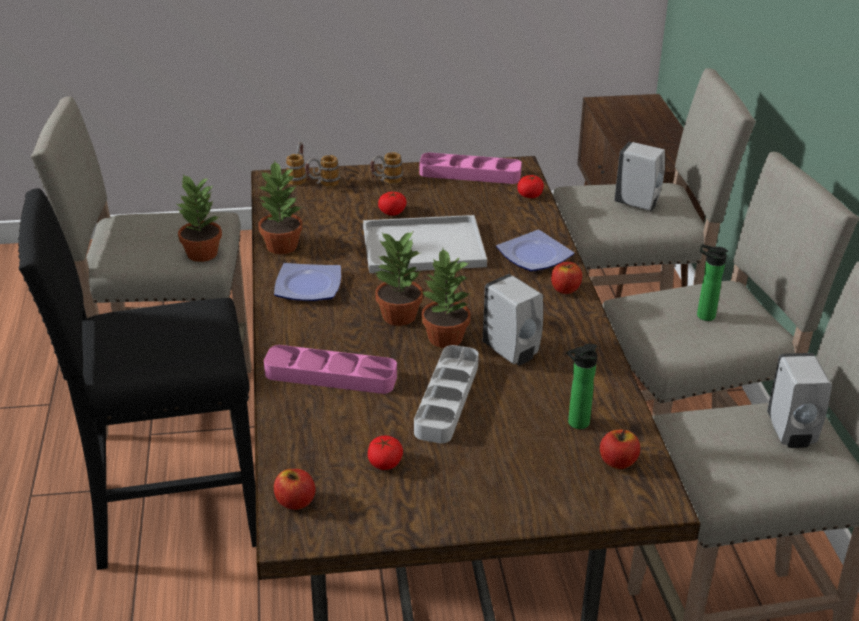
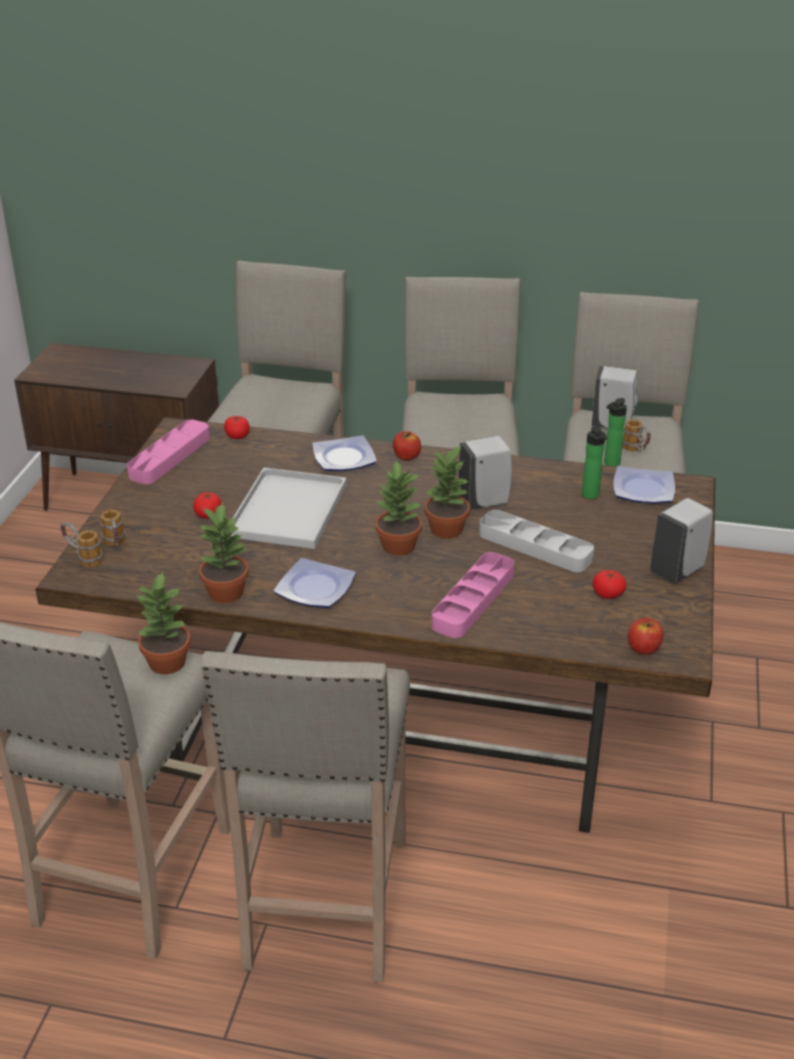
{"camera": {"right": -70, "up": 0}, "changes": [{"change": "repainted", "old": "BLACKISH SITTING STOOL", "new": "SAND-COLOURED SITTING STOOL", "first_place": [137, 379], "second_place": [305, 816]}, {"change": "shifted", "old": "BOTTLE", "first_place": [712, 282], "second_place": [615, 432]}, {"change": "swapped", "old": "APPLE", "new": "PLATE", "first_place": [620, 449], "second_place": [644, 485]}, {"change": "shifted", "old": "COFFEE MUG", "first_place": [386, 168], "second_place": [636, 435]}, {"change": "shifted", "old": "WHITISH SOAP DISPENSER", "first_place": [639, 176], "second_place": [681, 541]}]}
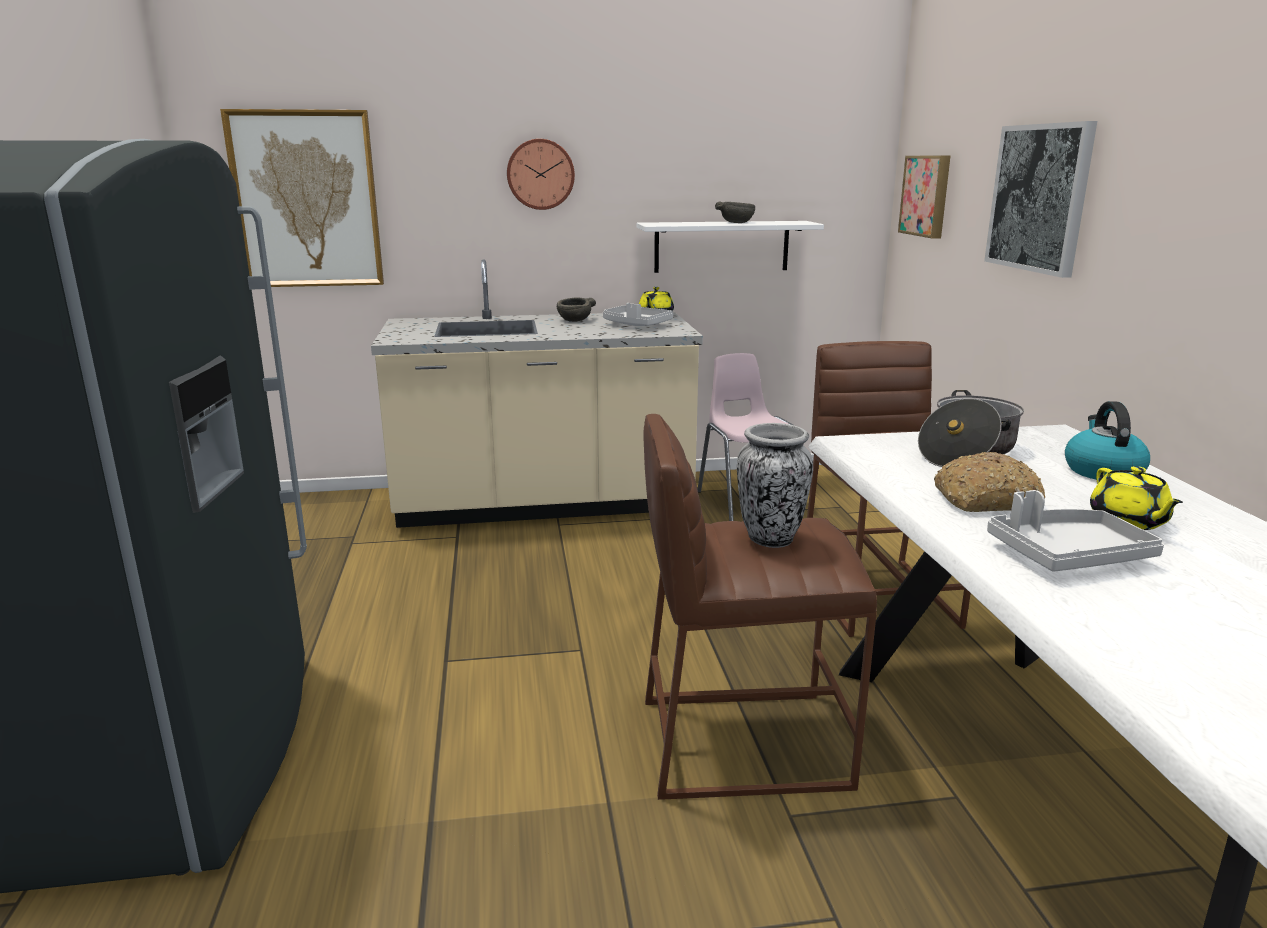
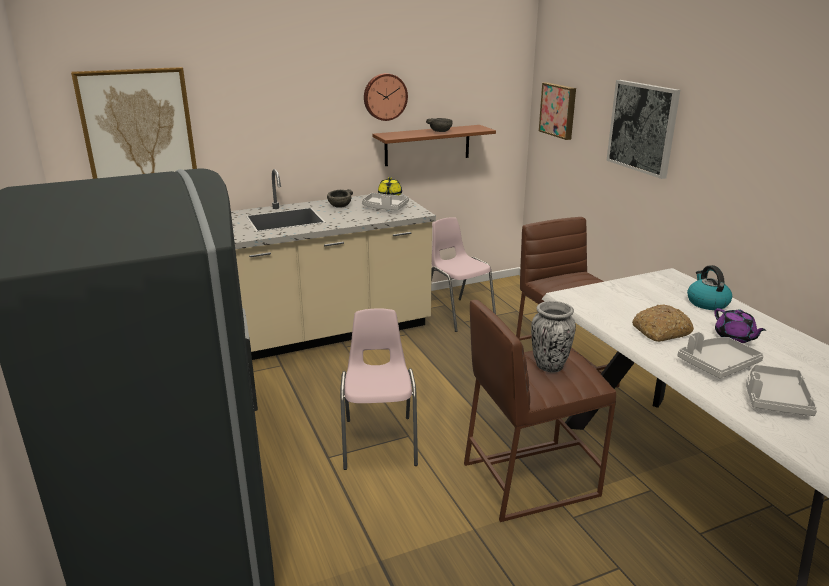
{"camera": {"right": -15, "up": 5}, "changes": [{"change": "new", "new": "PINK PLAIN CHAIR", "second_place": [379, 389]}, {"change": "shifted", "old": "CLOCK ON THE WALL", "first_place": [541, 174], "second_place": [386, 97]}, {"change": "repainted", "old": "WHITISH WALL SHELF", "new": "BROWNISH WALL SHELF", "first_place": [730, 247], "second_place": [434, 145]}, {"change": "repainted", "old": "YELLOW-COLOURED TEAPOT", "new": "PURPLE TEAPOT", "first_place": [1136, 498], "second_place": [740, 325]}, {"change": "new", "new": "GREYISH CARRYING TRAY", "second_place": [781, 390]}, {"change": "gone", "old": "STOCKPOT", "first_place": [971, 428]}]}
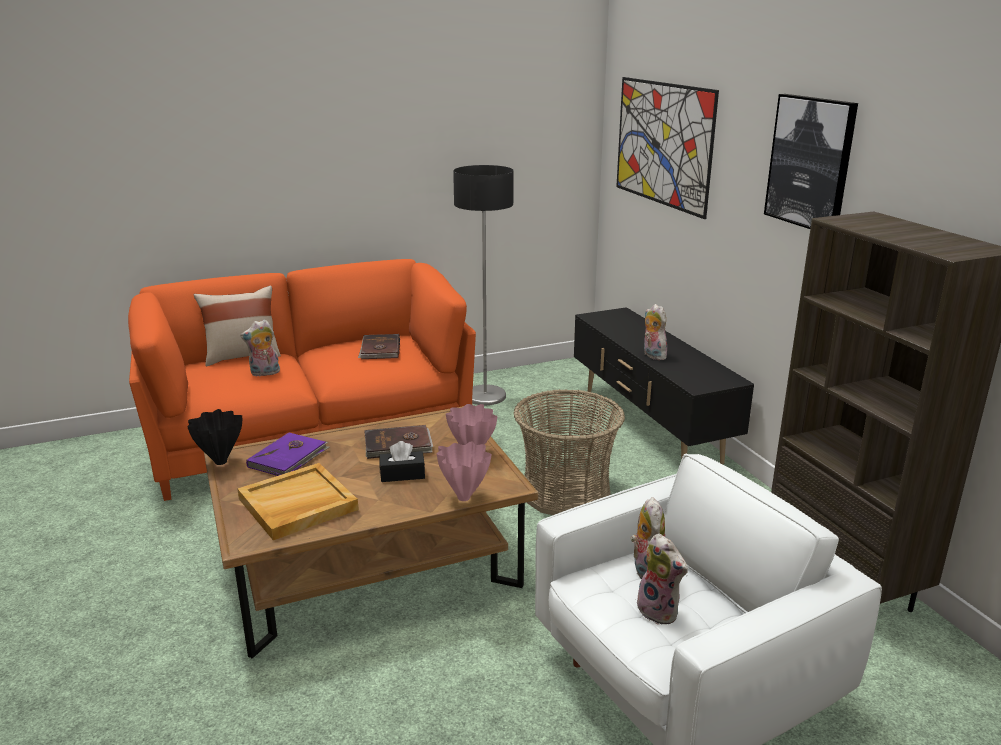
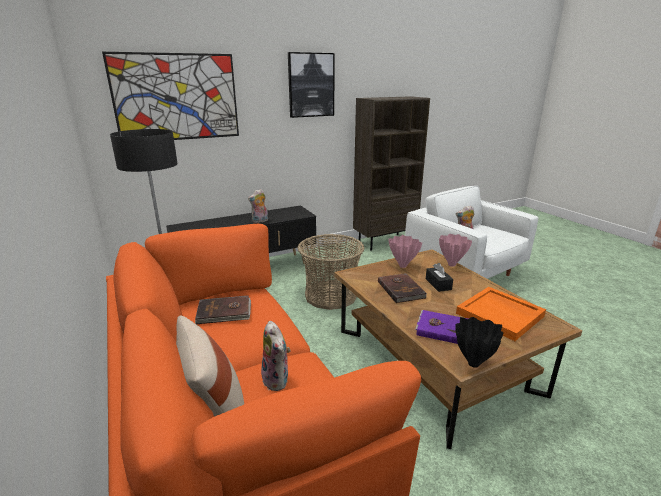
{"camera": {"right": -95, "up": 0}, "changes": [{"change": "repainted", "old": "SAND-COLOURED CARRYING TRAY", "new": "ORANGE-COLOURED CARRYING TRAY", "first_place": [298, 501], "second_place": [501, 314]}, {"change": "gone", "old": "PLUSH TOY", "first_place": [662, 579]}]}
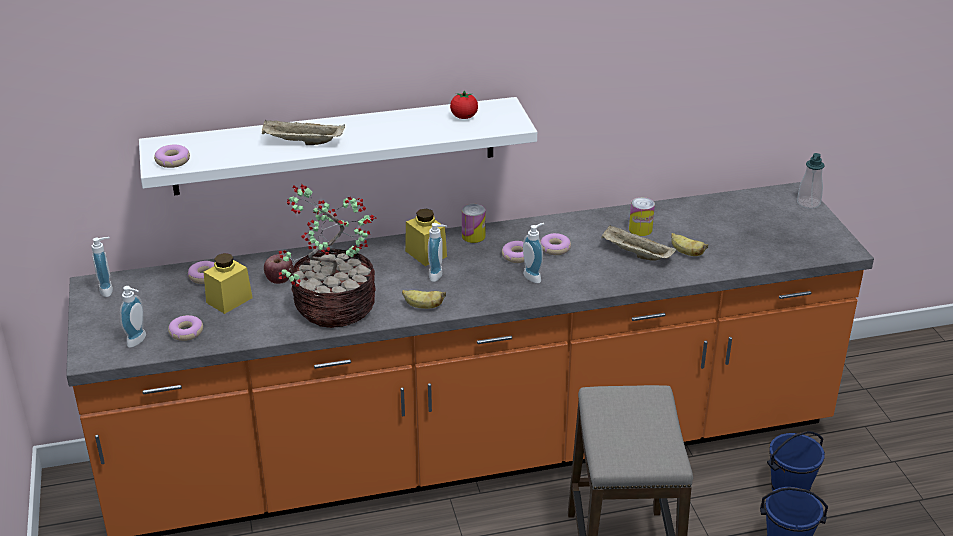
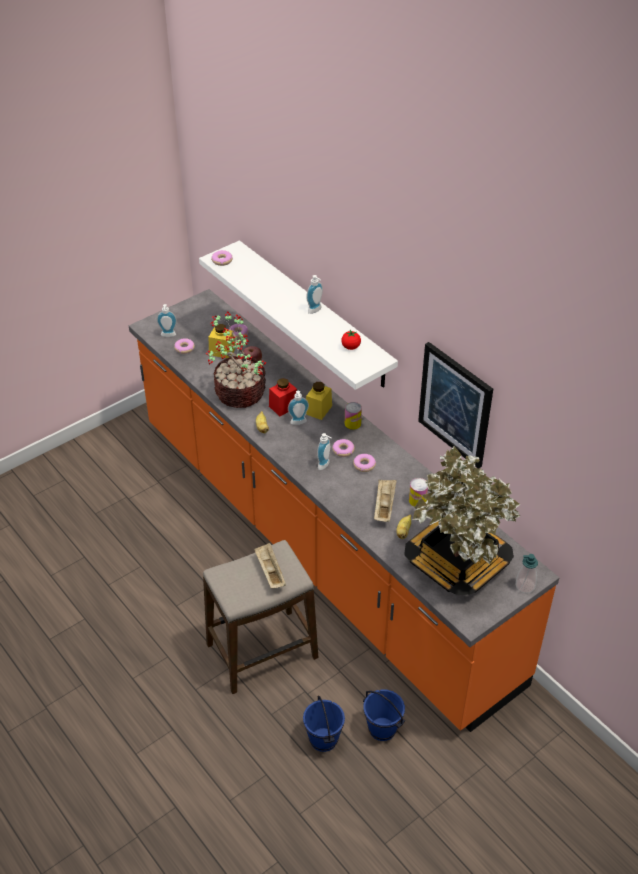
{"camera": {"right": 65, "up": 10}, "changes": [{"change": "shifted", "old": "SAND-COLOURED CARRYING TRAY", "first_place": [303, 132], "second_place": [270, 565]}, {"change": "new", "new": "RED STORAGE JAR", "second_place": [283, 397]}, {"change": "shifted", "old": "SOAP DISPENSER", "first_place": [102, 267], "second_place": [314, 294]}, {"change": "new", "new": "HOUSEPLANT", "second_place": [462, 520]}, {"change": "new", "new": "WALL ART", "second_place": [455, 405]}]}
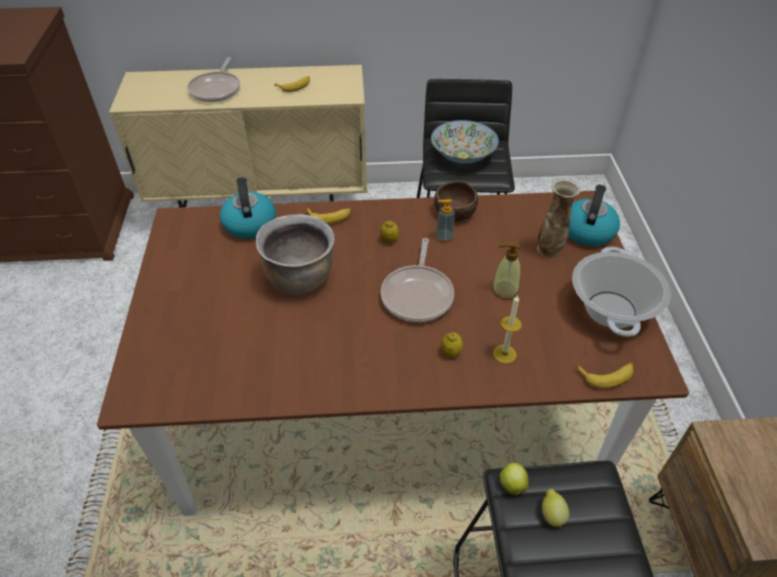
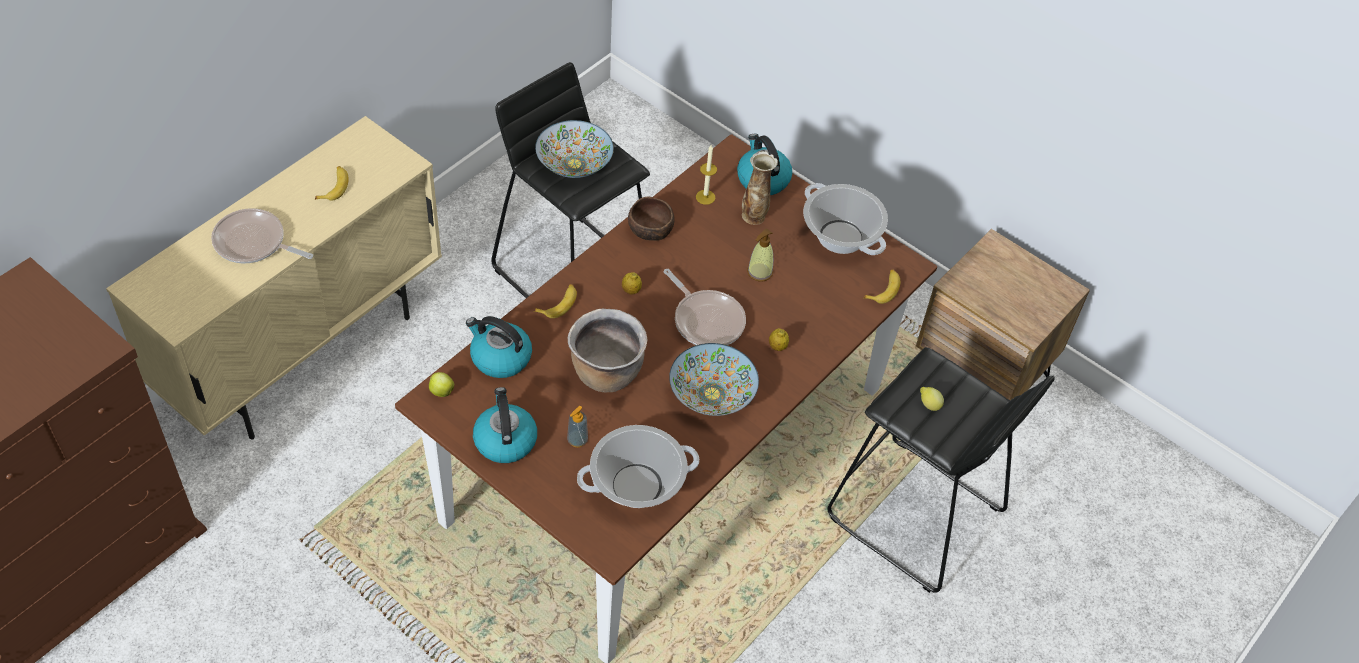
{"camera": {"right": -50, "up": 5}, "changes": [{"change": "rotated", "old": "SKILLET", "first_place": [213, 79], "second_place": [262, 236], "degrees": 150}, {"change": "shifted", "old": "APPLE", "first_place": [514, 479], "second_place": [441, 384]}, {"change": "new", "new": "TEA KETTLE", "second_place": [505, 425]}, {"change": "shifted", "old": "SOAP DISPENSER", "first_place": [445, 220], "second_place": [577, 426]}, {"change": "new", "new": "STOCKPOT", "second_place": [638, 466]}, {"change": "new", "new": "SERVING BOWL", "second_place": [714, 379]}, {"change": "shifted", "old": "WAX LIGHT", "first_place": [507, 329], "second_place": [706, 175]}]}
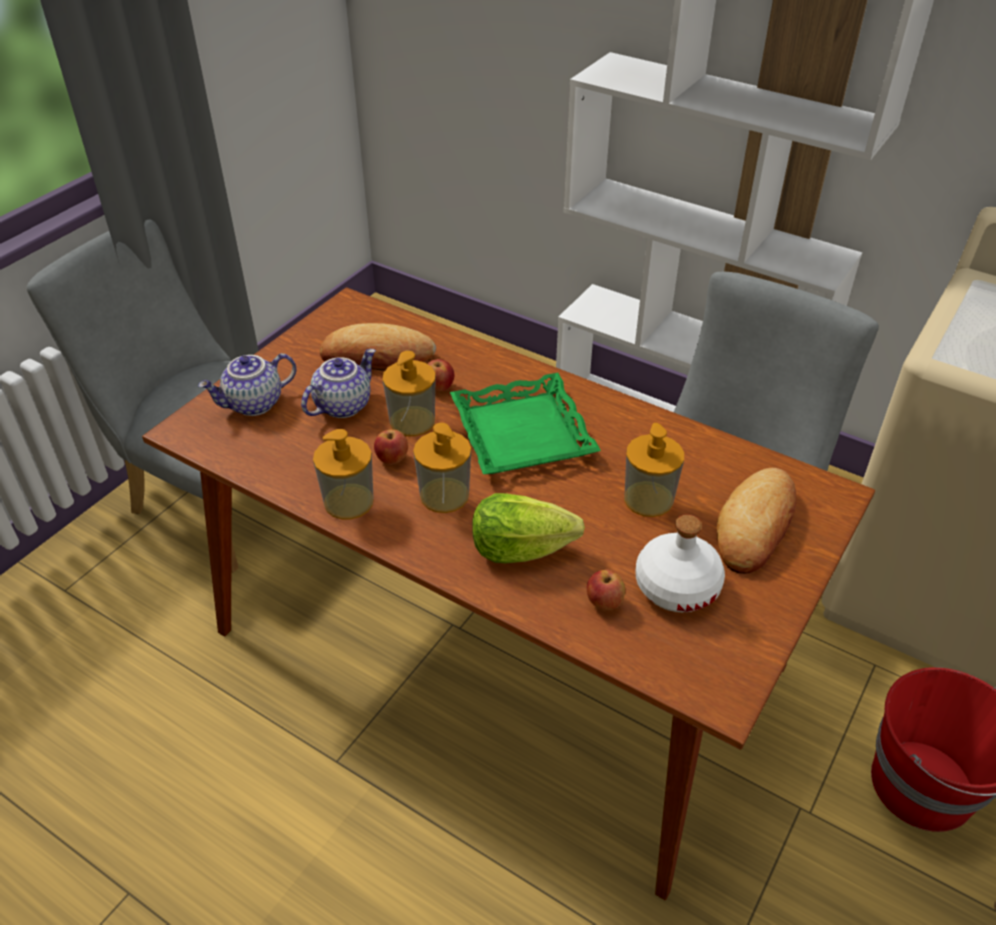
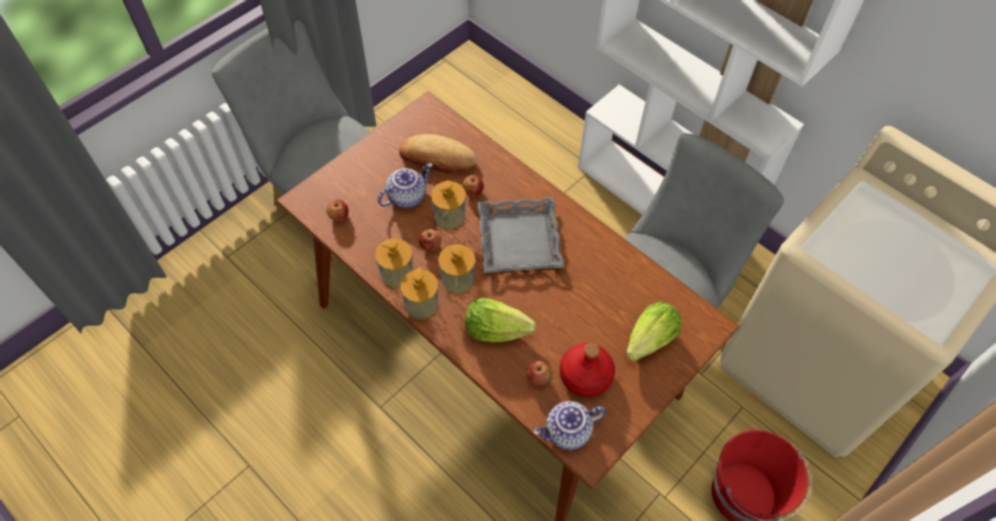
{"camera": {"right": 10, "up": 15}, "changes": [{"change": "new", "new": "APPLE", "second_place": [337, 210]}, {"change": "shifted", "old": "SOAP DISPENSER", "first_place": [654, 470], "second_place": [419, 293]}, {"change": "repainted", "old": "GREEN CARRYING TRAY", "new": "GREYISH CARRYING TRAY", "first_place": [525, 423], "second_place": [520, 235]}, {"change": "shifted", "old": "TEAPOT", "first_place": [247, 384], "second_place": [569, 425]}, {"change": "repainted", "old": "WHITISH BOTTLE", "new": "RED BOTTLE", "first_place": [680, 563], "second_place": [587, 370]}, {"change": "swapped", "old": "BAKERY BREAD", "new": "LETTUCE", "first_place": [756, 521], "second_place": [653, 331]}]}
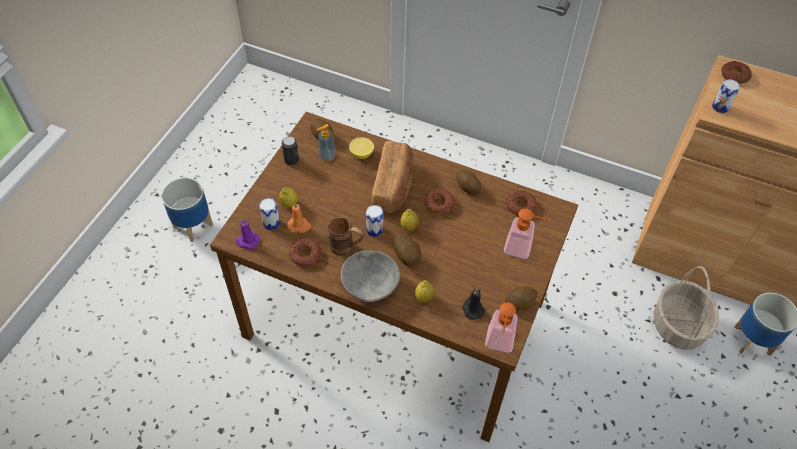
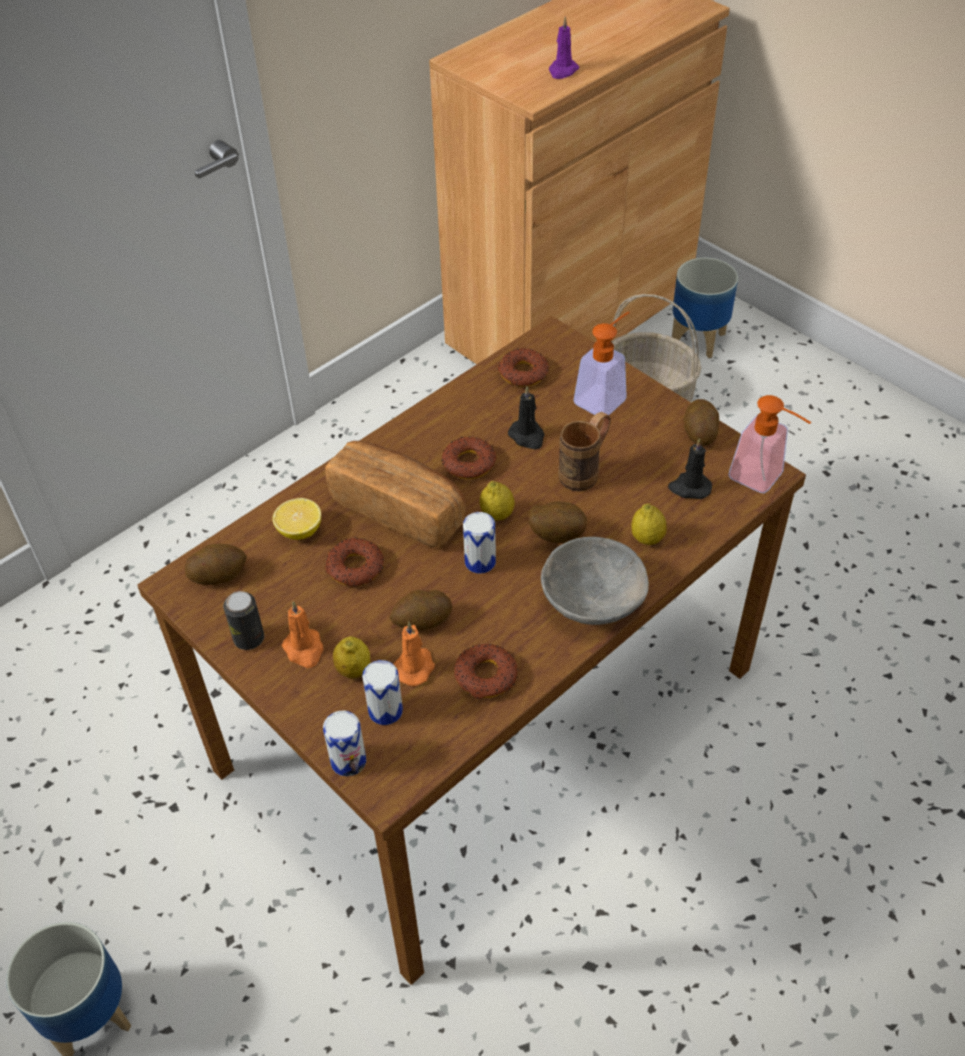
{"camera": {"right": -65, "up": -5}, "changes": [{"change": "new", "new": "ORANGE-COLOURED WAX LIGHT", "second_place": [302, 634]}, {"change": "shifted", "old": "SEALED CAN", "first_place": [726, 96], "second_place": [344, 743]}, {"change": "shifted", "old": "DOUGHNUT", "first_place": [736, 72], "second_place": [354, 562]}, {"change": "shifted", "old": "SPUD", "first_place": [469, 182], "second_place": [420, 610]}, {"change": "new", "new": "BLACKISH WAX LIGHT", "second_place": [526, 418]}, {"change": "shifted", "old": "PURPLE WAX LIGHT", "first_place": [247, 233], "second_place": [564, 47]}, {"change": "shifted", "old": "BROWNISH COFFEE MUG", "first_place": [346, 236], "second_place": [584, 452]}, {"change": "gone", "old": "SOAP DISPENSER", "first_place": [326, 143]}]}
